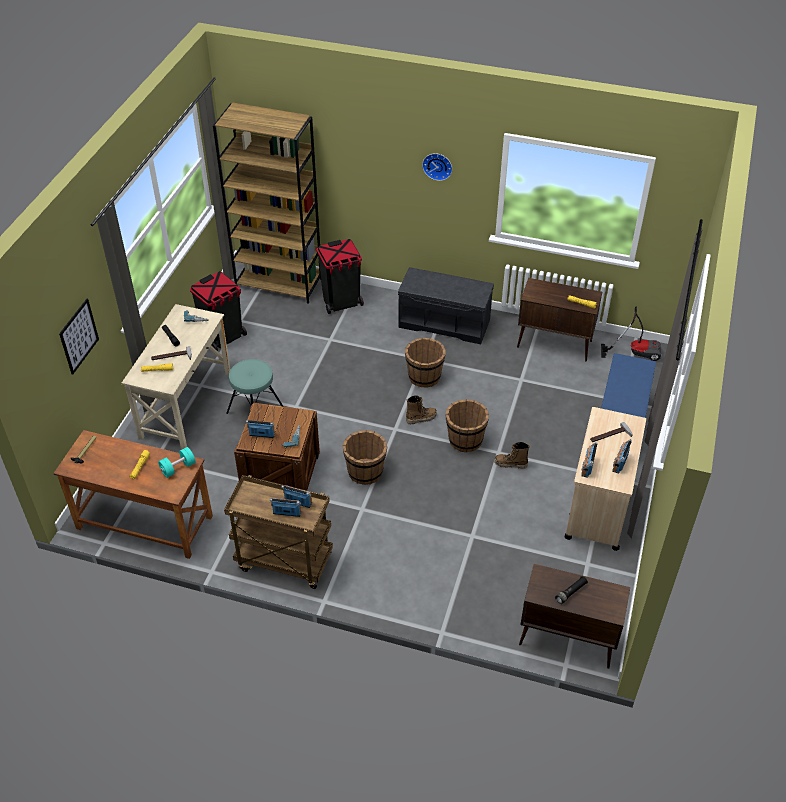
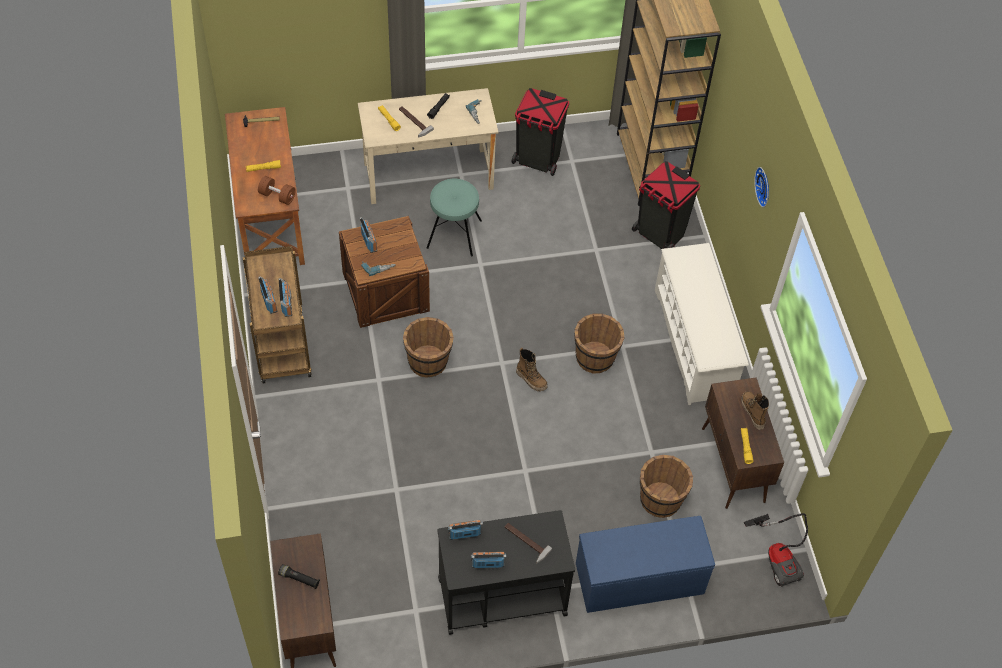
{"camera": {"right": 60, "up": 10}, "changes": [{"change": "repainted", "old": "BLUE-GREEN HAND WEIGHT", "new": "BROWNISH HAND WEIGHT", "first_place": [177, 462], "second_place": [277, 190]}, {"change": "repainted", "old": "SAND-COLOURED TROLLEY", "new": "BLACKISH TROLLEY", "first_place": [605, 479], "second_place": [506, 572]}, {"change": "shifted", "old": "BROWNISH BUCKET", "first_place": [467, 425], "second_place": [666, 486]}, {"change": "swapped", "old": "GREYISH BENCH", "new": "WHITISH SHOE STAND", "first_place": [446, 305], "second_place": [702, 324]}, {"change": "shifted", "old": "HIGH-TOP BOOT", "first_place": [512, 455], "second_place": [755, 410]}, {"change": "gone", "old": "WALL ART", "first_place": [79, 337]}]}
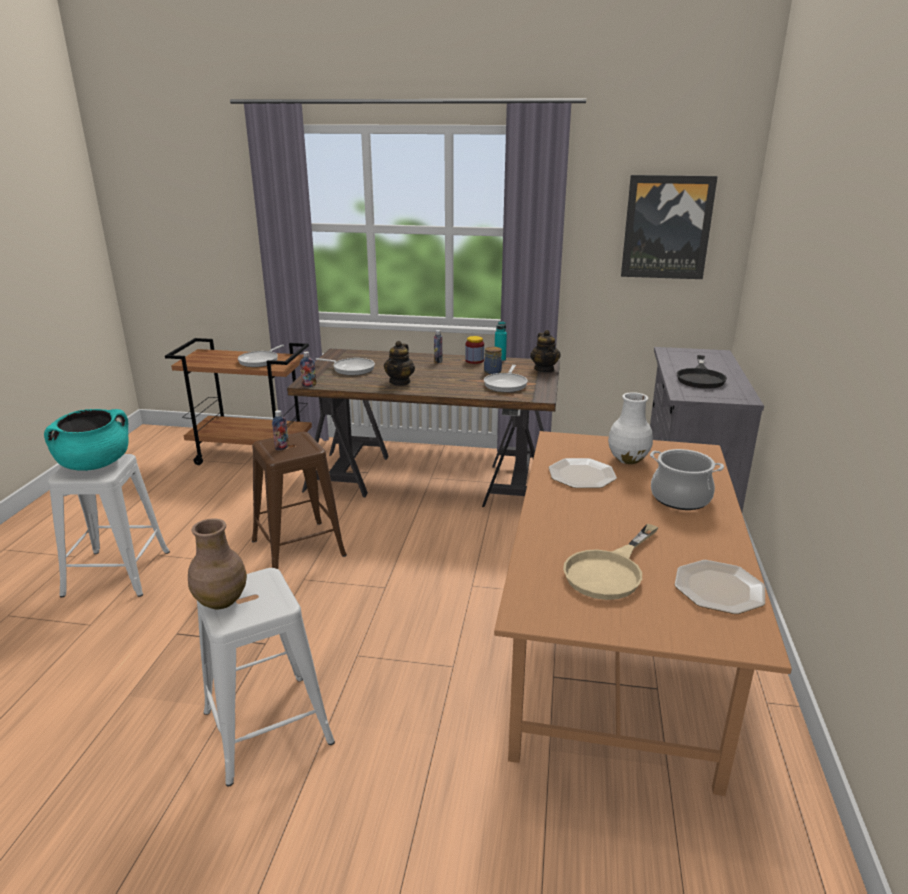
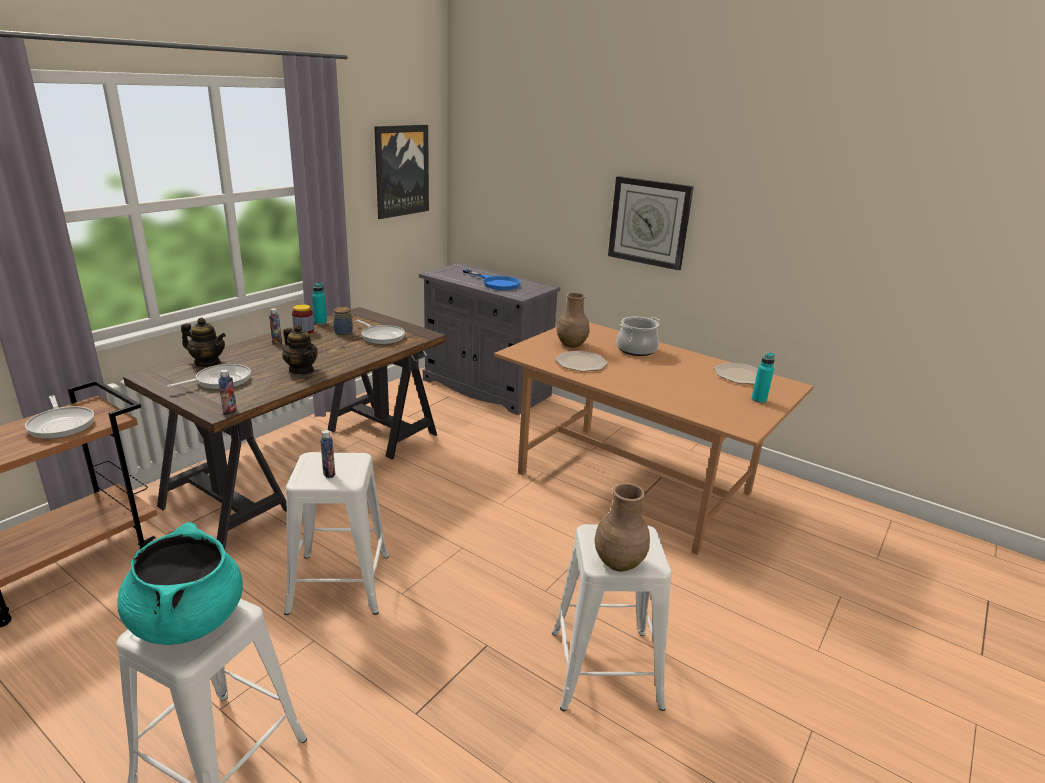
{"camera": {"right": -65, "up": 0}, "changes": [{"change": "shifted", "old": "TEAPOT", "first_place": [545, 351], "second_place": [203, 342]}, {"change": "repainted", "old": "BROWNISH SITTING STOOL", "new": "WHITISH SITTING STOOL", "first_place": [299, 500], "second_place": [336, 533]}, {"change": "repainted", "old": "BLACKISH SKILLET", "new": "BLUE-COLOURED SKILLET", "first_place": [701, 372], "second_place": [492, 279]}, {"change": "repainted", "old": "WHITISH DECORATIVE VASE", "new": "BROWNISH DECORATIVE VASE", "first_place": [630, 428], "second_place": [573, 320]}, {"change": "new", "new": "CLOCK ON THE WALL", "second_place": [651, 223]}, {"change": "new", "new": "BLUE-GREEN BOTTLE", "second_place": [763, 378]}, {"change": "gone", "old": "SAND-COLOURED SKILLET", "first_place": [610, 562]}]}
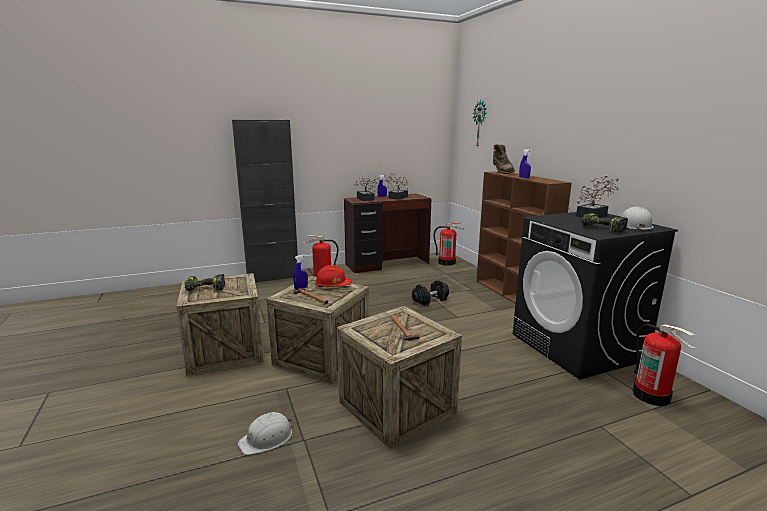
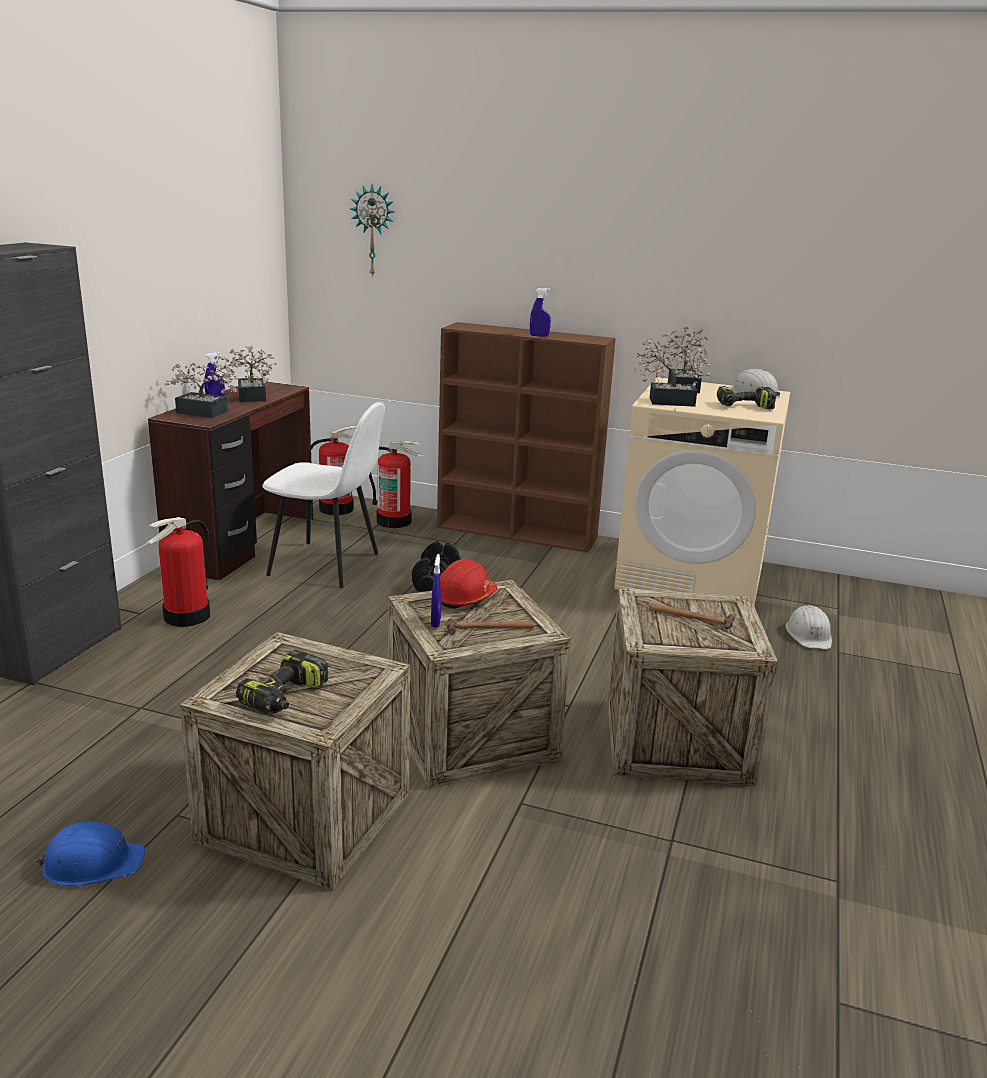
{"camera": {"right": -50, "up": 5}, "changes": [{"change": "new", "new": "BLUE-COLOURED HARD HAT", "second_place": [89, 854]}, {"change": "new", "new": "WHITISH PLAIN CHAIR", "second_place": [323, 495]}, {"change": "shifted", "old": "FIRE-FIGHTING CYLINDER", "first_place": [664, 365], "second_place": [396, 484]}, {"change": "repainted", "old": "BLACKISH LAUNDRY MACHINE", "new": "SAND-COLOURED LAUNDRY MACHINE", "first_place": [595, 296], "second_place": [702, 491]}, {"change": "new", "new": "HOUSEPLANT", "second_place": [672, 373]}, {"change": "shifted", "old": "WHITISH HARD HAT", "first_place": [265, 433], "second_place": [808, 627]}, {"change": "gone", "old": "BROWNISH HIGH-TOP BOOT", "first_place": [504, 159]}]}
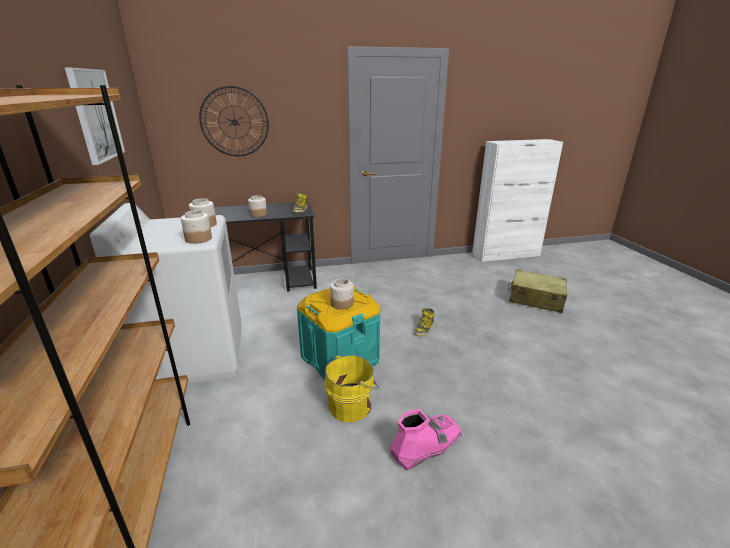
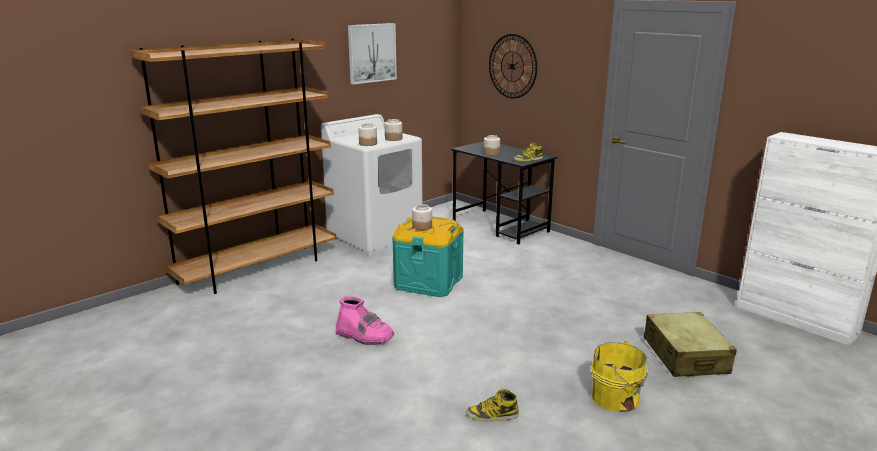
{"camera": {"right": 60, "up": -5}, "changes": [{"change": "shifted", "old": "HIGH-TOP BOOT", "first_place": [424, 322], "second_place": [492, 405]}, {"change": "shifted", "old": "YELLOW-COLOURED BUCKET", "first_place": [351, 388], "second_place": [619, 376]}]}
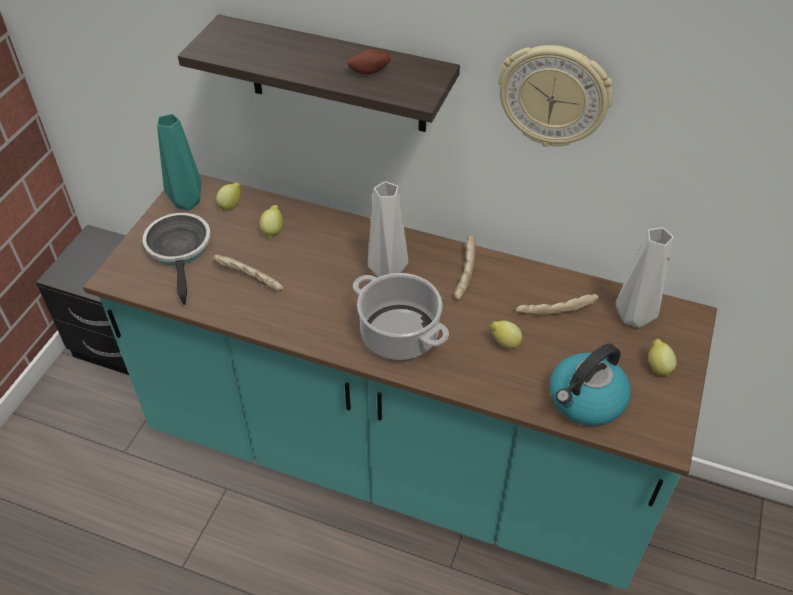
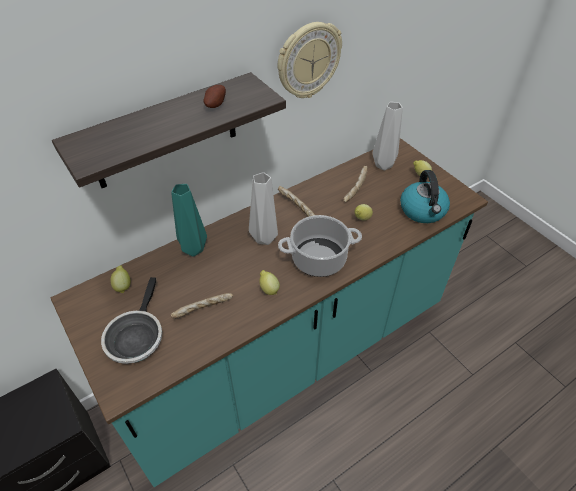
{"camera": {"right": -55, "up": 0}, "changes": [{"change": "rotated", "old": "SKILLET", "first_place": [176, 259], "second_place": [131, 320], "degrees": -105}, {"change": "shifted", "old": "BLUE-GREEN DECORATIVE VASE", "first_place": [179, 162], "second_place": [189, 220]}, {"change": "shifted", "old": "WHOLE LEMON", "first_place": [271, 221], "second_place": [269, 282]}]}
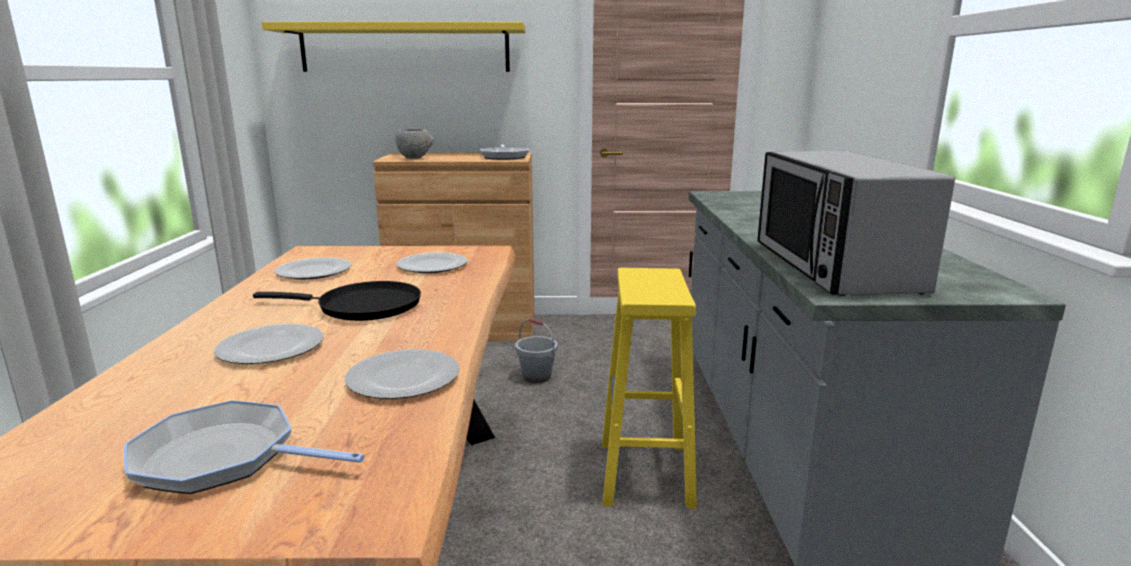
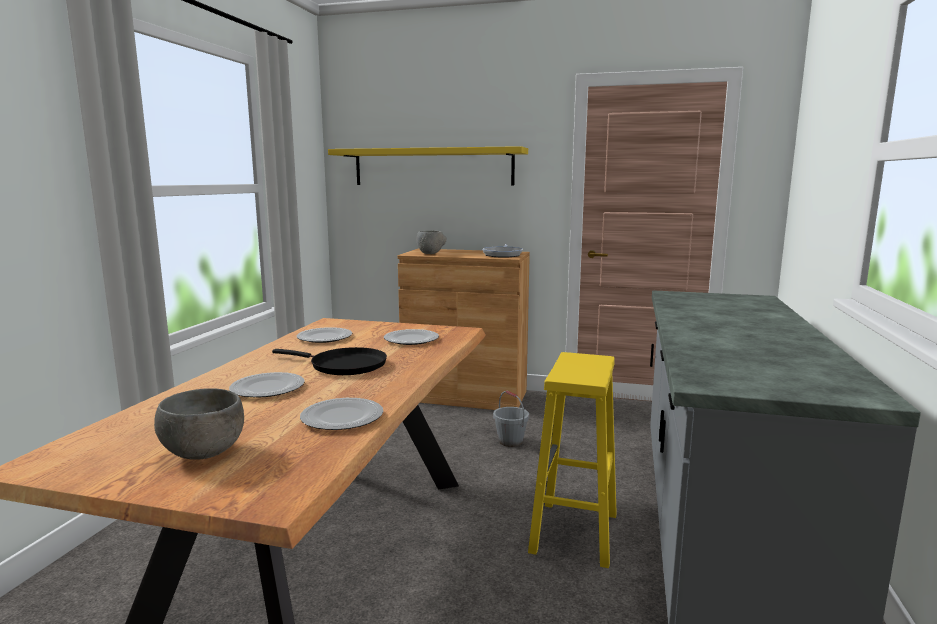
{"camera": {"right": 15, "up": -5}, "changes": [{"change": "swapped", "old": "SKILLET", "new": "GREYISH SERVING BOWL", "first_place": [244, 447], "second_place": [199, 424]}, {"change": "gone", "old": "MICROWAVE", "first_place": [856, 223]}]}
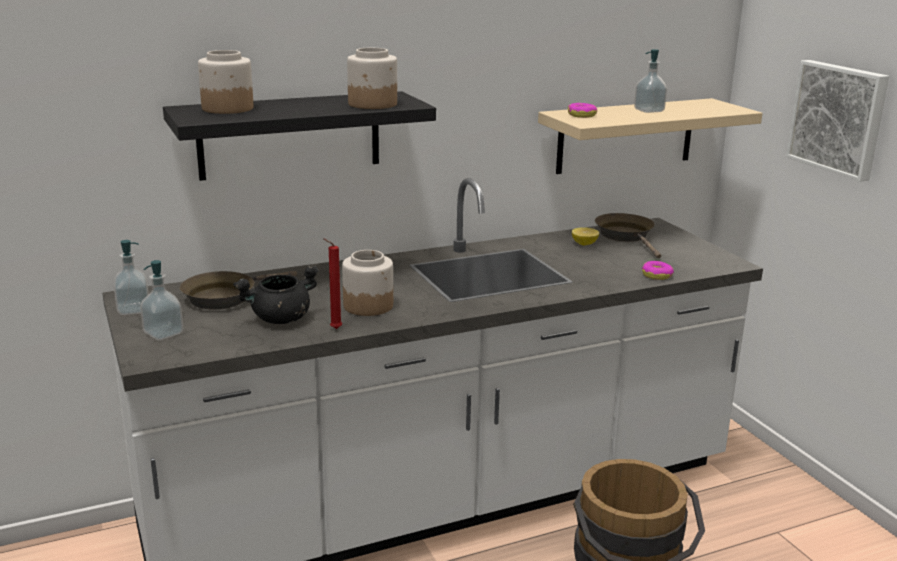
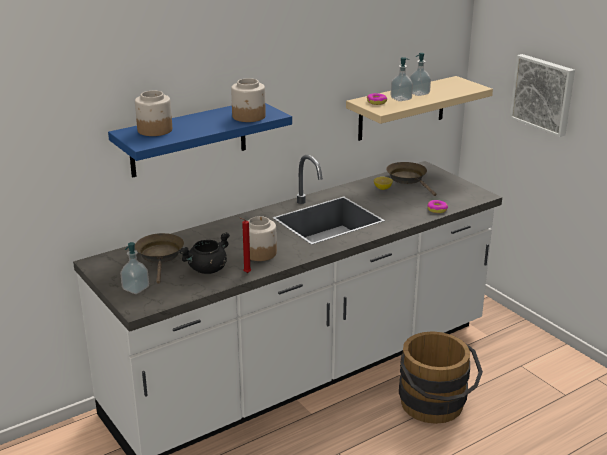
{"camera": {"right": -10, "up": 5}, "changes": [{"change": "repainted", "old": "BLACKISH WALL SHELF", "new": "BLUE-COLOURED WALL SHELF", "first_place": [299, 136], "second_place": [200, 140]}, {"change": "rotated", "old": "BROWNISH SKILLET", "first_place": [238, 290], "second_place": [159, 258], "degrees": 135}, {"change": "shifted", "old": "SOAP DISPENSER", "first_place": [131, 277], "second_place": [402, 79]}]}
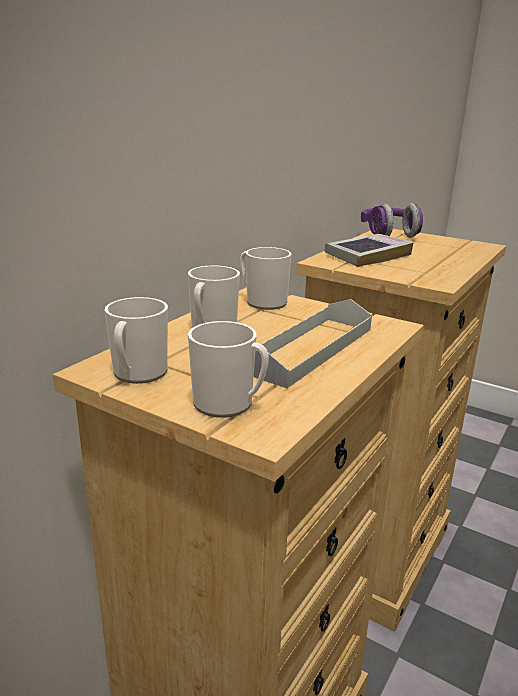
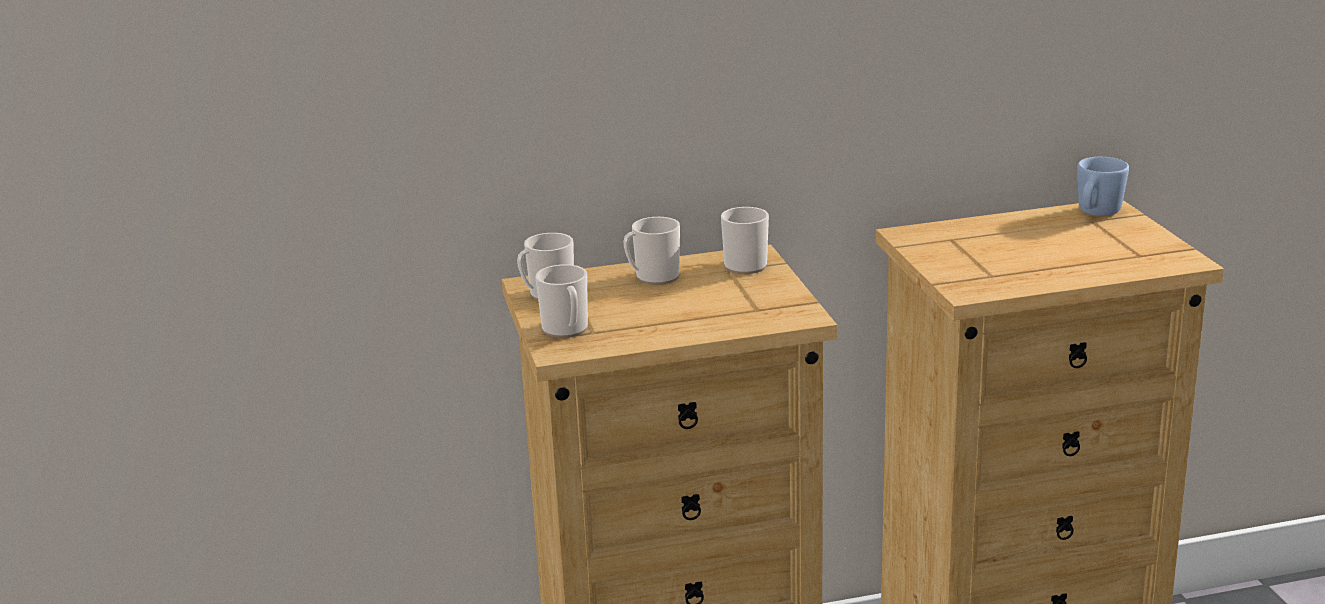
{"camera": {"right": 45, "up": 0}, "changes": [{"change": "swapped", "old": "PURPLE PAIR OF HEADPHONES", "new": "BLUE-COLOURED COFFEE MUG", "first_place": [392, 220], "second_place": [1103, 186]}, {"change": "gone", "old": "GREYISH CARRYING TRAY", "first_place": [313, 343]}, {"change": "gone", "old": "BOOK", "first_place": [369, 250]}]}
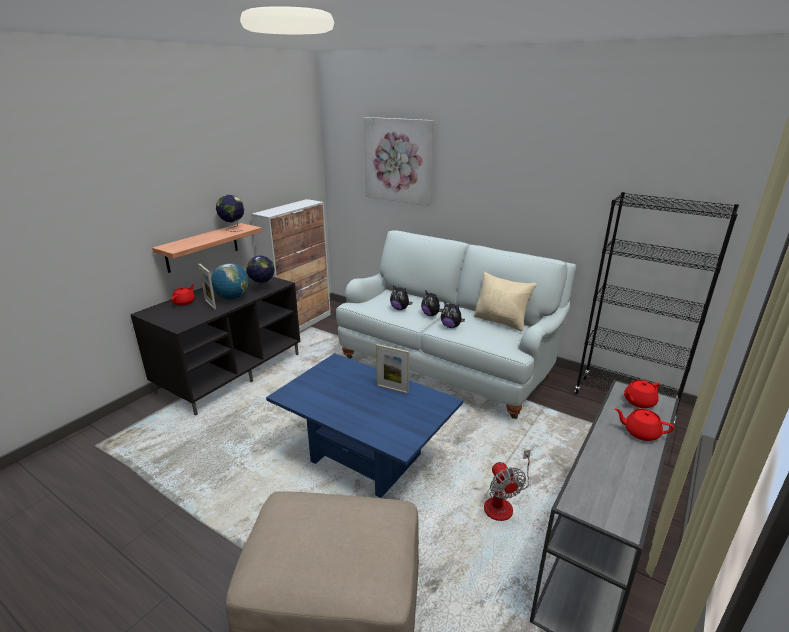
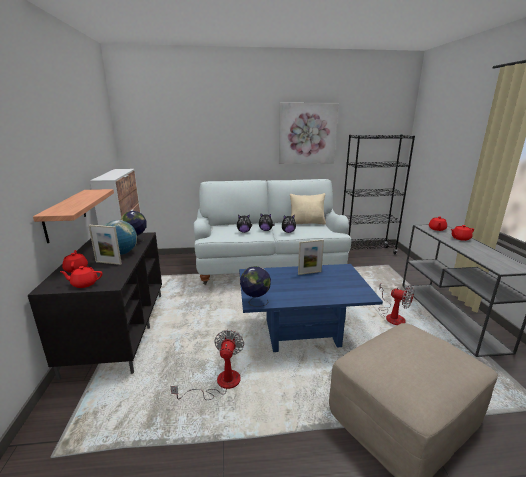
{"camera": {"right": -40, "up": -5}, "changes": [{"change": "new", "new": "RED TEAPOT", "second_place": [81, 277]}, {"change": "new", "new": "FAN", "second_place": [207, 365]}, {"change": "shifted", "old": "WORLD GLOBE", "first_place": [230, 213], "second_place": [255, 286]}, {"change": "shifted", "old": "WALL ART", "first_place": [398, 161], "second_place": [309, 133]}]}
